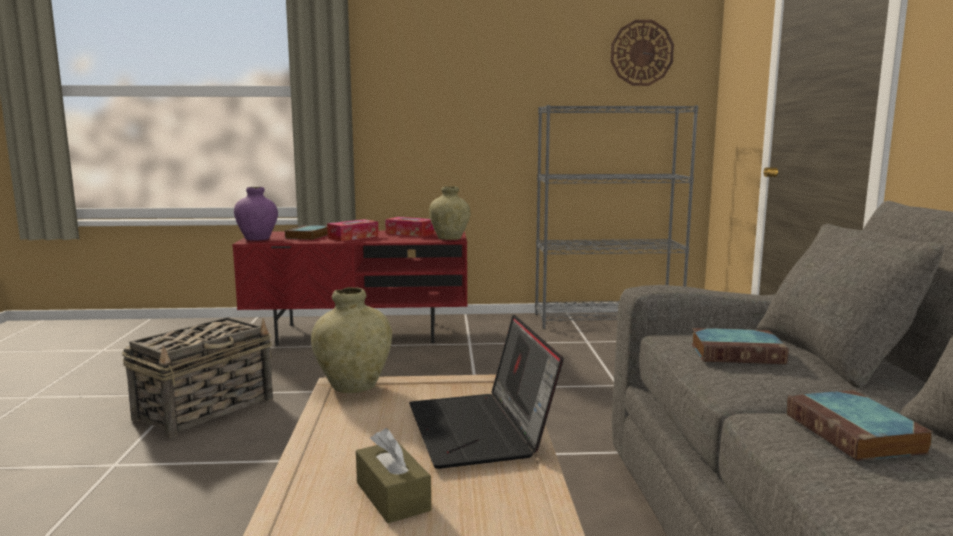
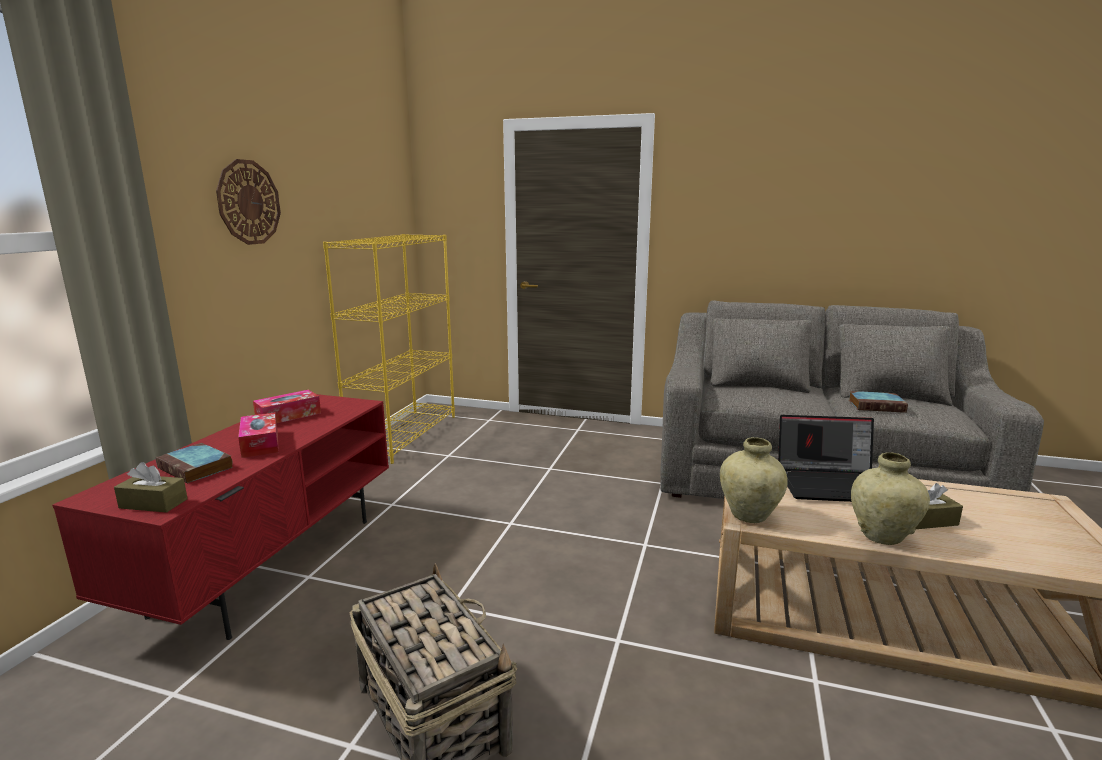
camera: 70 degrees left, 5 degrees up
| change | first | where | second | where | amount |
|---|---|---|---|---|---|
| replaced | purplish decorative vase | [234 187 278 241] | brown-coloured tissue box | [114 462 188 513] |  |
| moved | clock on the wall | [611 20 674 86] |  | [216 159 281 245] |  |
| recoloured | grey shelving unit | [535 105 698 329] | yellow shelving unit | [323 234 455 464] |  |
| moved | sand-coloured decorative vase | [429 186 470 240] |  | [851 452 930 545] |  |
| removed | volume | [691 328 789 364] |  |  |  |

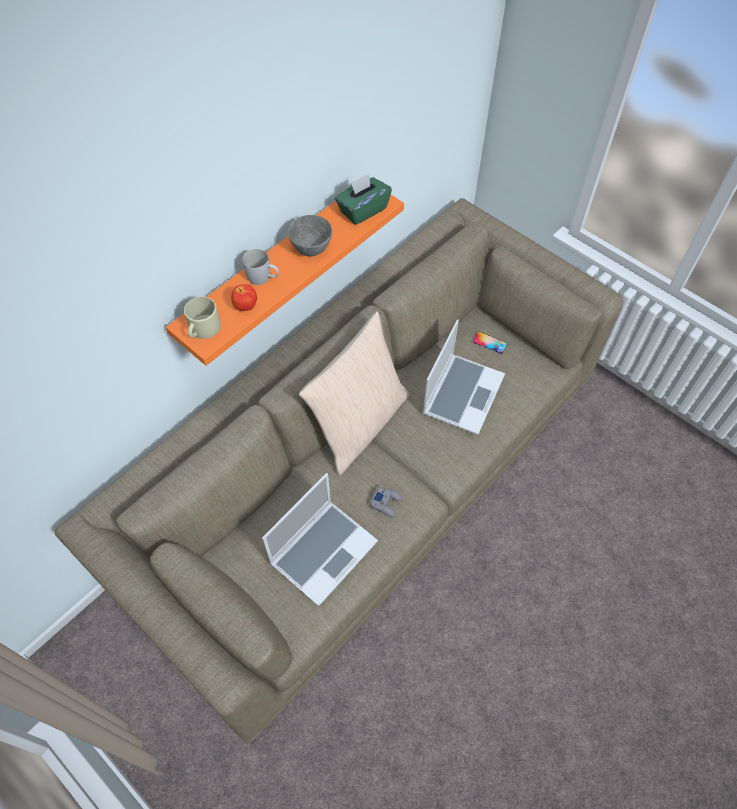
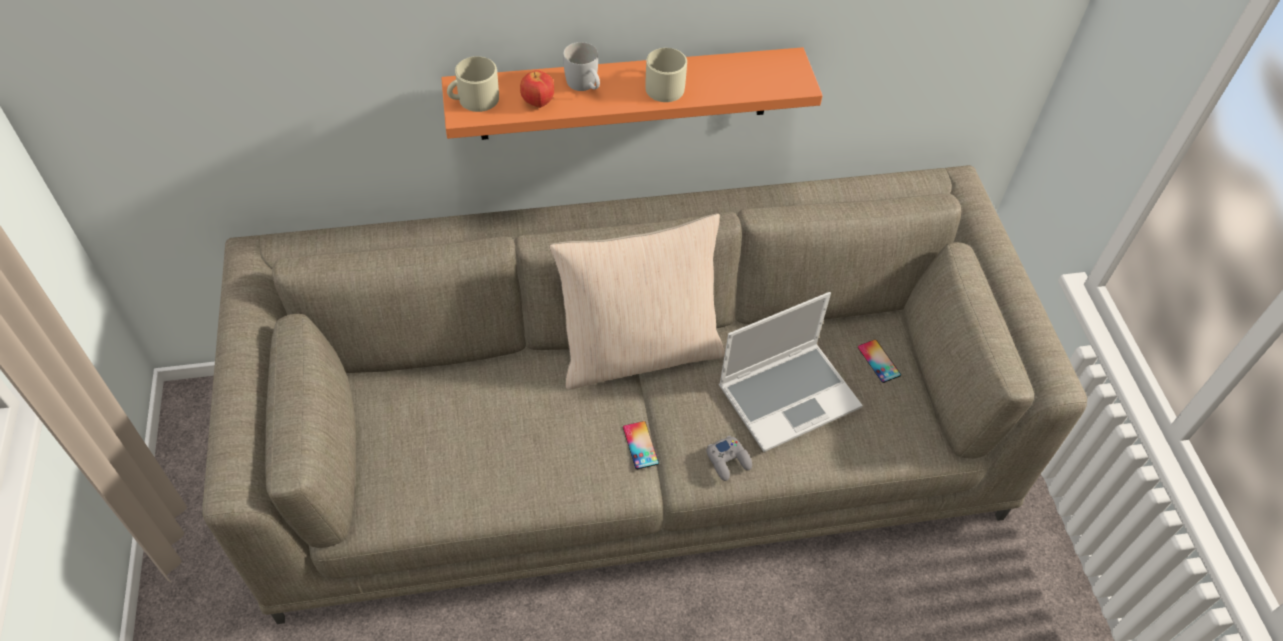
camera: 35 degrees right, 5 degrees down
| change | first | where | second | where | amount |
|---|---|---|---|---|---|
| added |  |  | telephone | [623 421 659 469] |  |
| replaced | grey bowl | [288 215 332 257] | sand-coloured tea mug | [645 48 687 102] |  |
| moved | grey joypad | [369 487 403 517] |  | [707 436 752 481] |  |
| removed | notebook computer | [262 473 378 607] |  |  |  |
| removed | green tissue box | [335 174 392 225] |  |  |  |

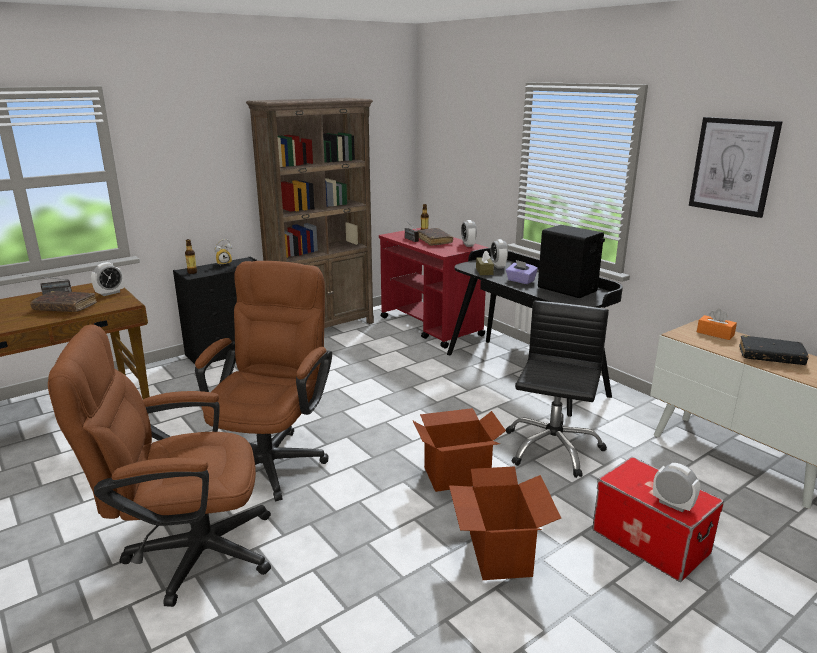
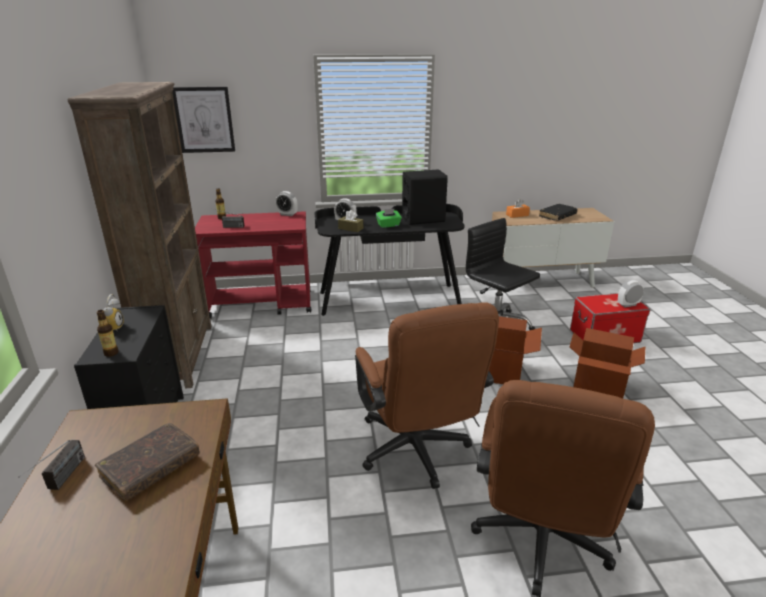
camera: 60 degrees left, 5 degrees up
| change | first | where | second | where | amount |
|---|---|---|---|---|---|
| moved | picture | [689 117 783 218] |  | [172 87 235 153] |  |
| turned | brown-coloured office chair | [195 261 332 501] |  | [355 302 499 489] | 150 degrees counterclockwise |
| recoloured | purplish tissue box | [506 260 538 284] | green tissue box | [376 209 402 228] |  |
| removed | alarm clock | [91 262 124 296] |  |  |  |
| removed | brown-coloured volume | [418 228 453 246] |  |  |  |

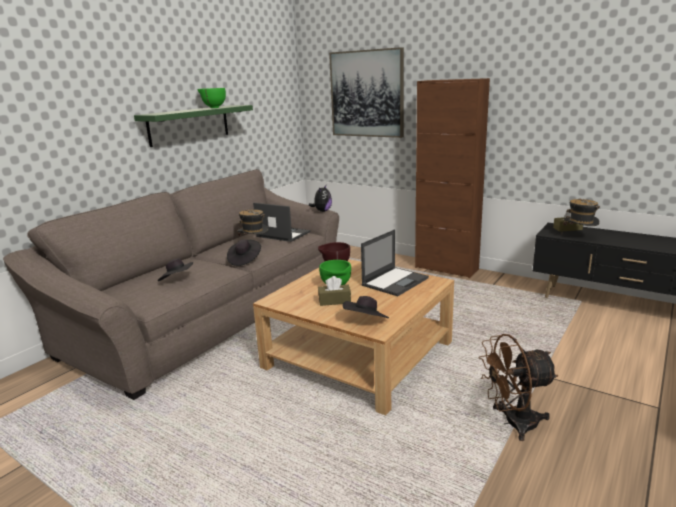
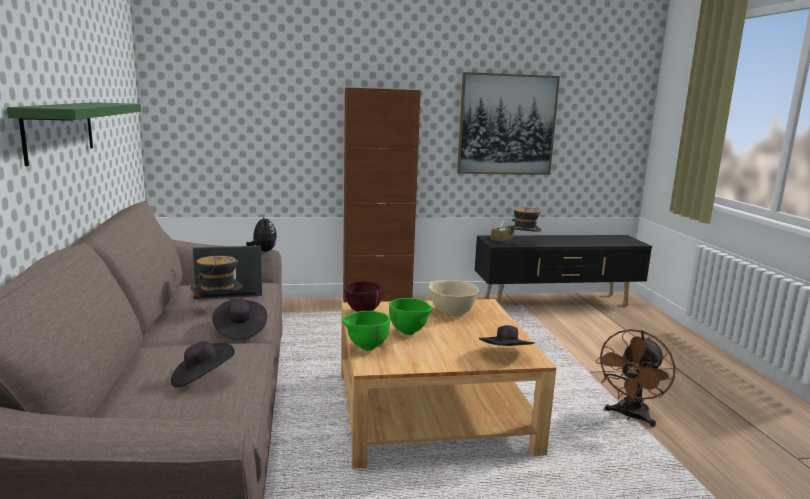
camera: 45 degrees left, 5 degrees down
| change | first | where | second | where | amount |
|---|---|---|---|---|---|
| moved | green bowl | [197 88 226 108] |  | [342 311 390 351] |  |
| replaced | notebook computer | [361 230 429 296] | sand-coloured bowl | [429 280 479 316] |  |
| moved | picture | [329 47 404 138] |  | [457 72 560 175] |  |
| removed | brown-coloured tissue box | [318 276 351 306] |  |  |  |

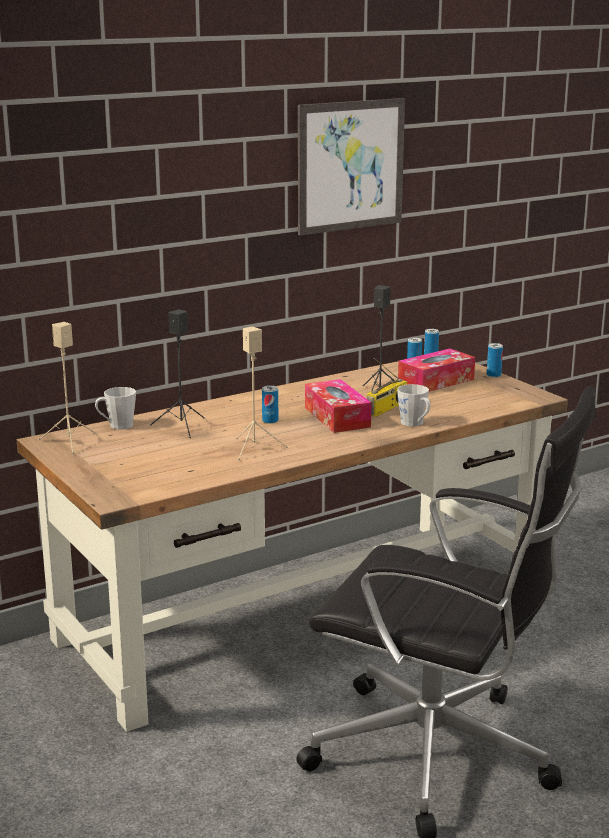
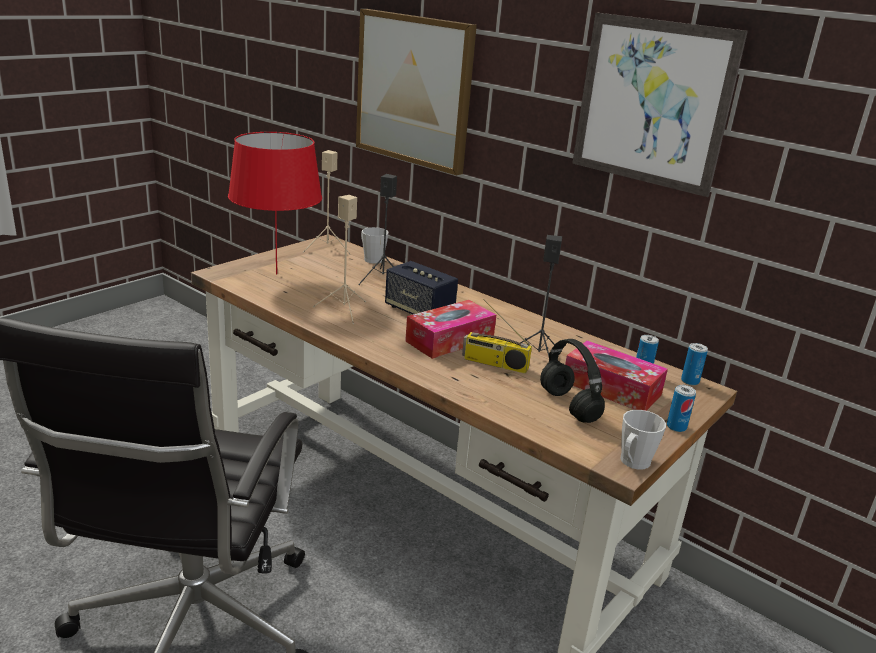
camera: 70 degrees right, 5 degrees up
| change | first | where | second | where | amount |
|---|---|---|---|---|---|
| added |  |  | red lamp for a table | [228 132 322 275] |  |
| added |  |  | picture | [356 9 477 176] |  |
| replaced | metal can | [262 385 278 424] | audio speaker | [385 261 458 315] |  |
| added |  |  | black headset | [540 339 605 423] |  |
| moved | grey tea mug | [397 384 430 427] |  | [620 410 666 469] |  |

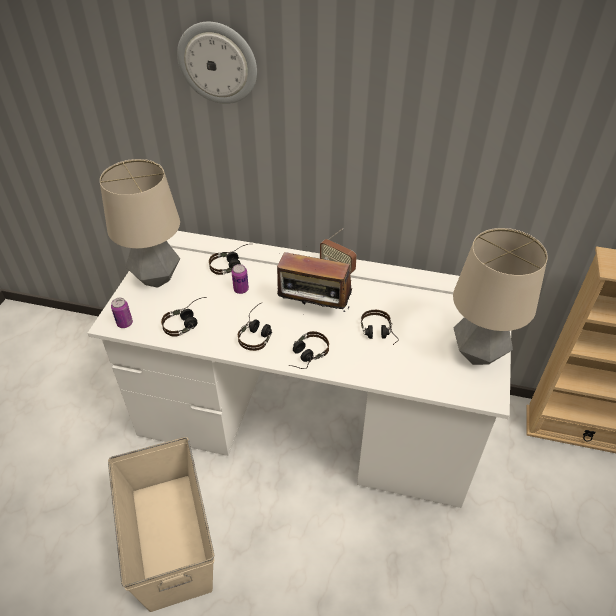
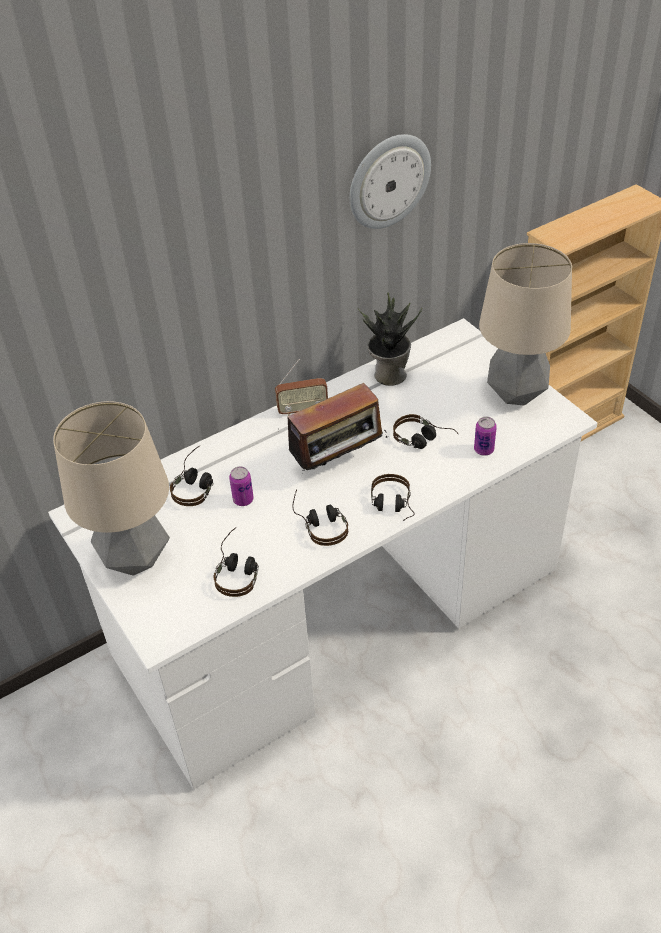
camera: 45 degrees left, 0 degrees up
| change | first | where | second | where | amount |
|---|---|---|---|---|---|
| moved | clock on the wall | [177 22 257 104] |  | [350 134 431 229] |  |
| added |  |  | plant in a pot | [357 292 422 386] |  |
| moved | metal can | [111 298 133 328] |  | [474 417 497 456] |  |
| removed | sand-coloured storage box | [108 437 214 612] |  |  |  |

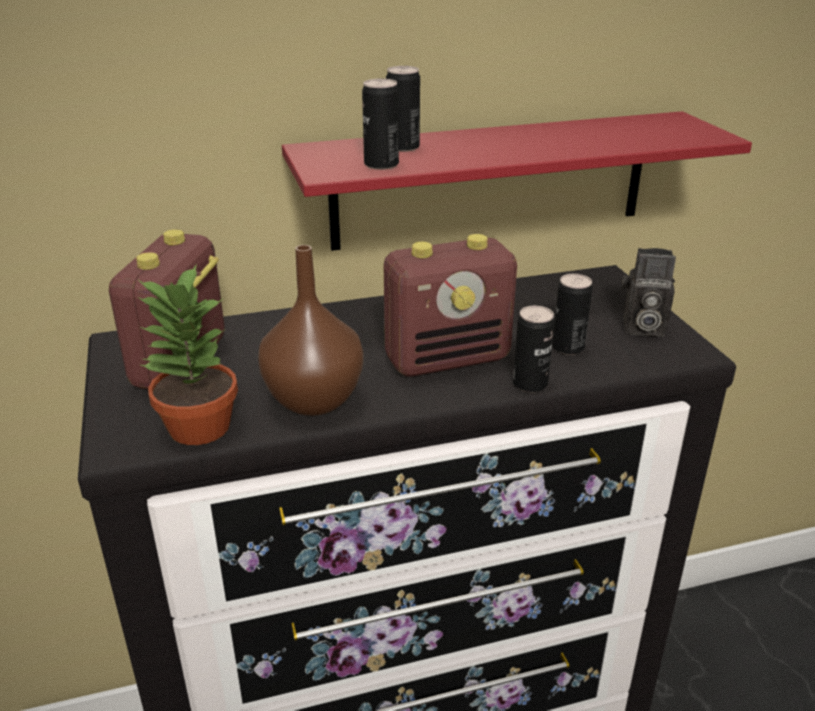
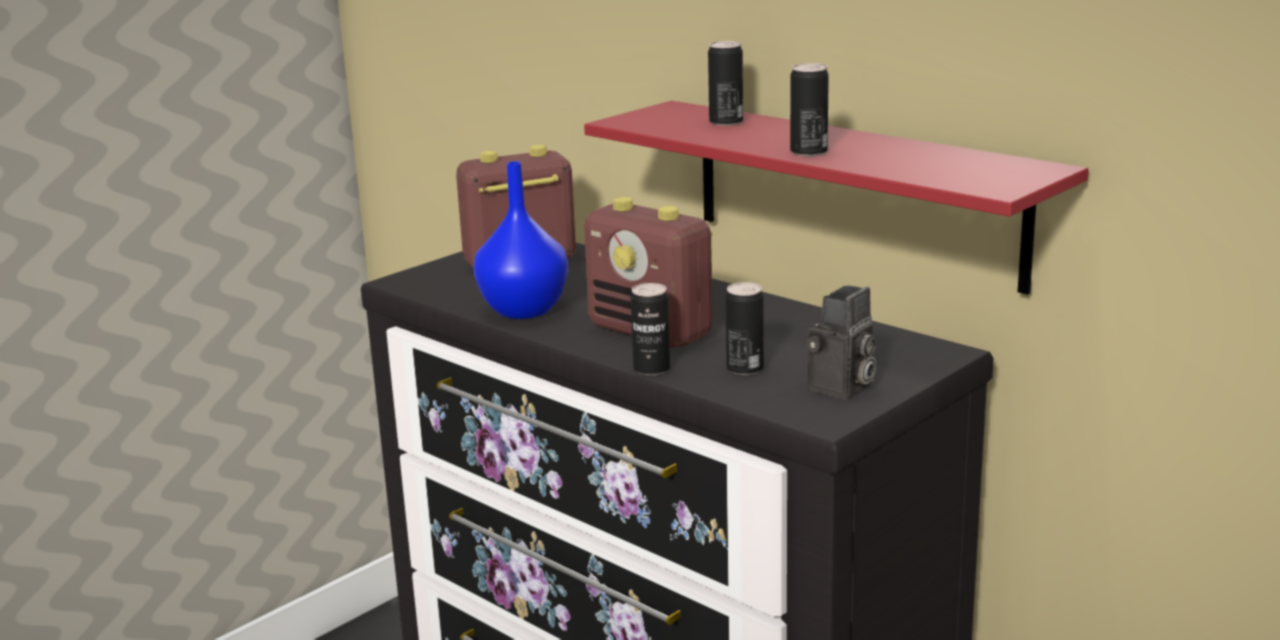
camera: 60 degrees right, 10 degrees down
| change | first | where | second | where | amount |
|---|---|---|---|---|---|
| recoloured | brown-coloured decorative vase | [258 245 364 416] | blue-coloured decorative vase | [473 161 568 319] |  |
| moved | metal can | [362 79 399 170] |  | [790 63 829 156] |  |
| turned | still camera | [622 248 676 337] |  | [807 286 876 400] | 120 degrees counterclockwise |
| removed | plant in a pot | [138 264 238 445] |  |  |  |

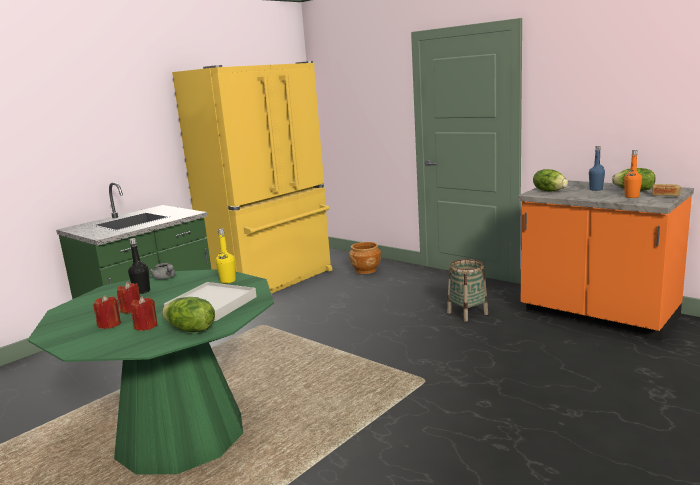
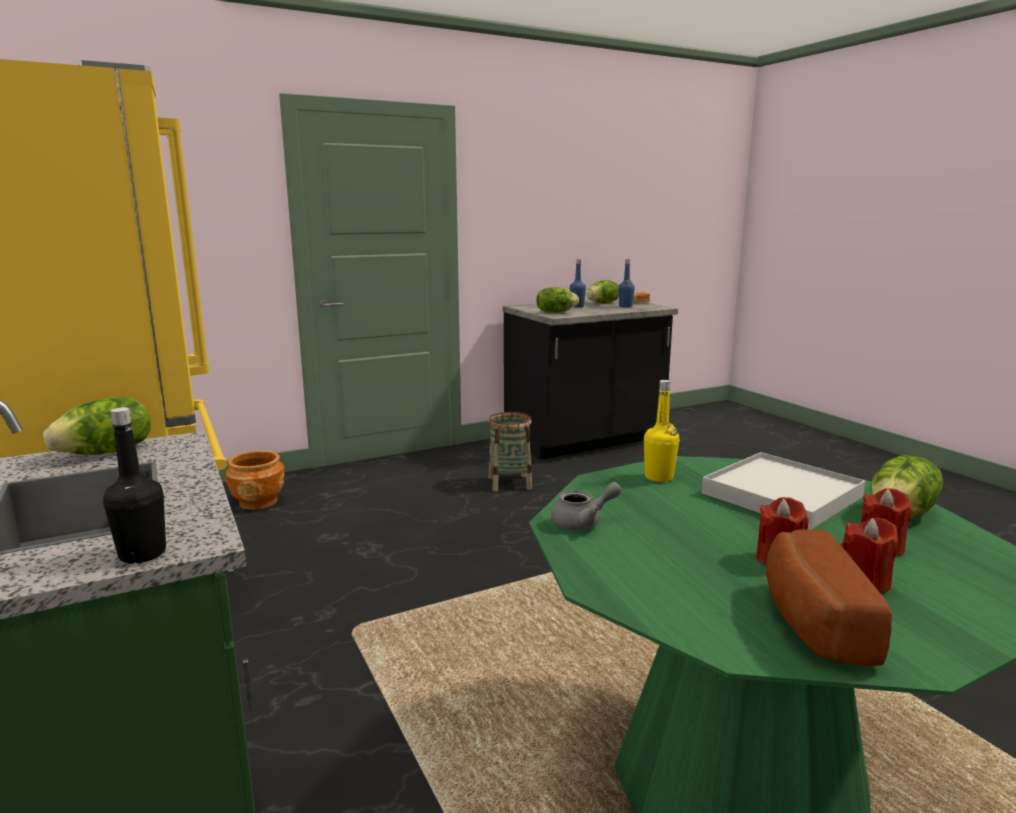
camera: 70 degrees left, 0 degrees up
| change | first | where | second | where | amount |
|---|---|---|---|---|---|
| added |  |  | head of lettuce | [43 397 151 455] |  |
| moved | black bottle | [128 238 150 294] |  | [103 407 166 563] |  |
| recoloured | orange-coloured counter | [518 180 694 341] | black counter | [503 298 678 460] |  |
| recoloured | orange-coloured bottle | [624 150 642 198] | blue-coloured bottle | [618 260 635 307] |  |
| added |  |  | bread | [766 529 892 666] |  |

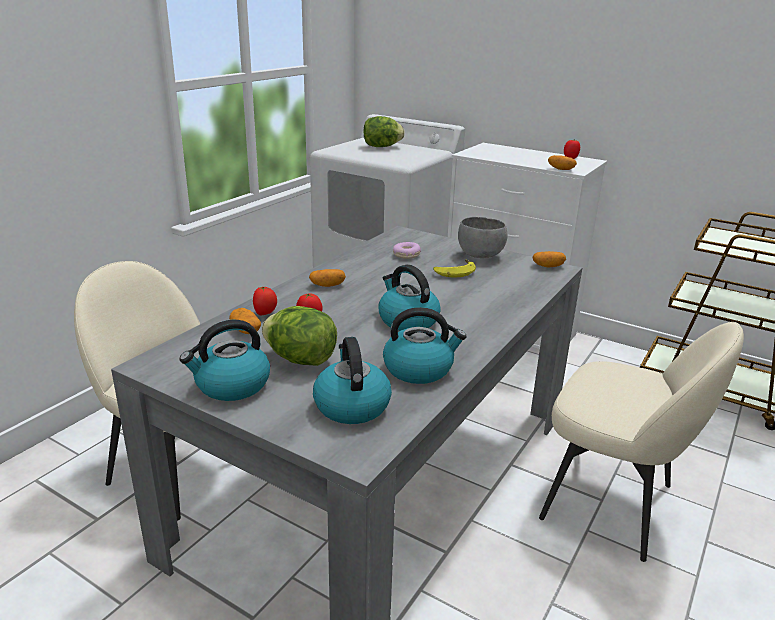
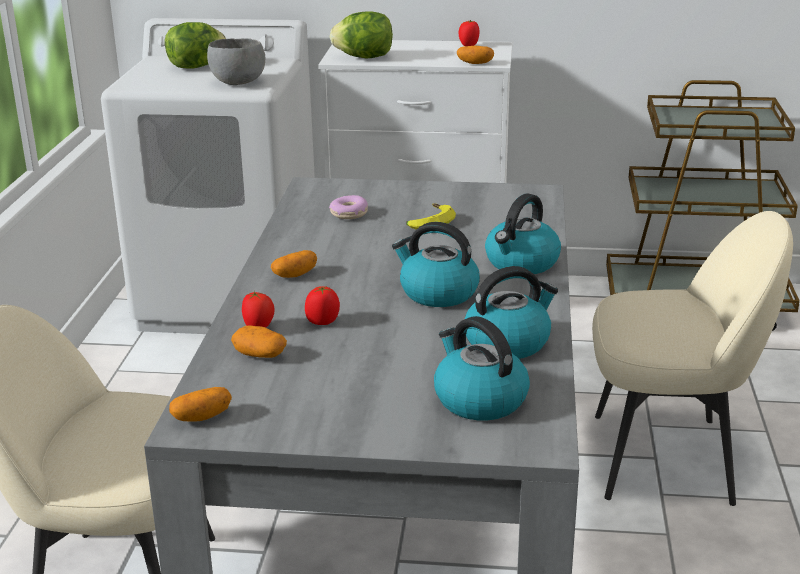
camera: 25 degrees left, 0 degrees up
| change | first | where | second | where | amount |
|---|---|---|---|---|---|
| moved | whole potato | [533 251 566 267] |  | [169 387 232 422] |  |
| moved | grey bowl | [458 217 507 258] |  | [207 38 265 85] |  |
| moved | head of lettuce | [262 306 337 366] |  | [330 11 393 58] |  |
| moved | tea kettle | [180 320 270 401] |  | [485 193 561 274] |  |

